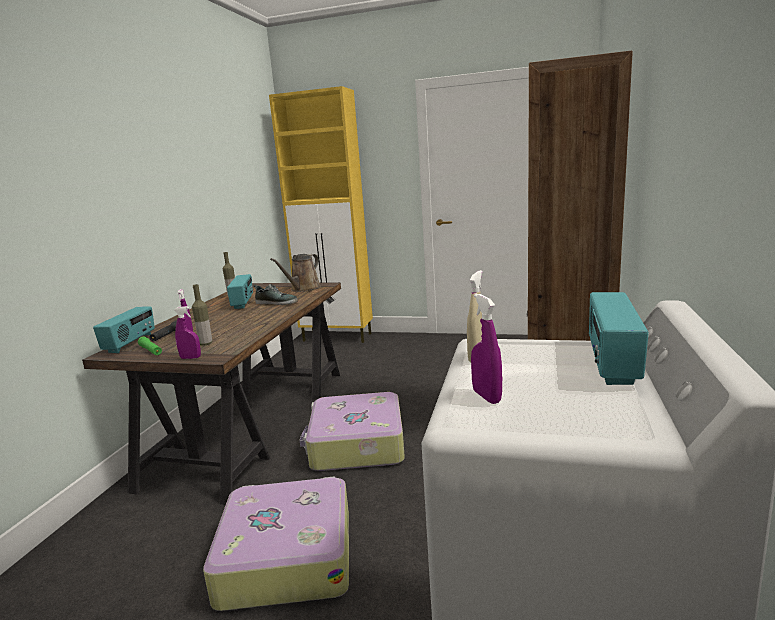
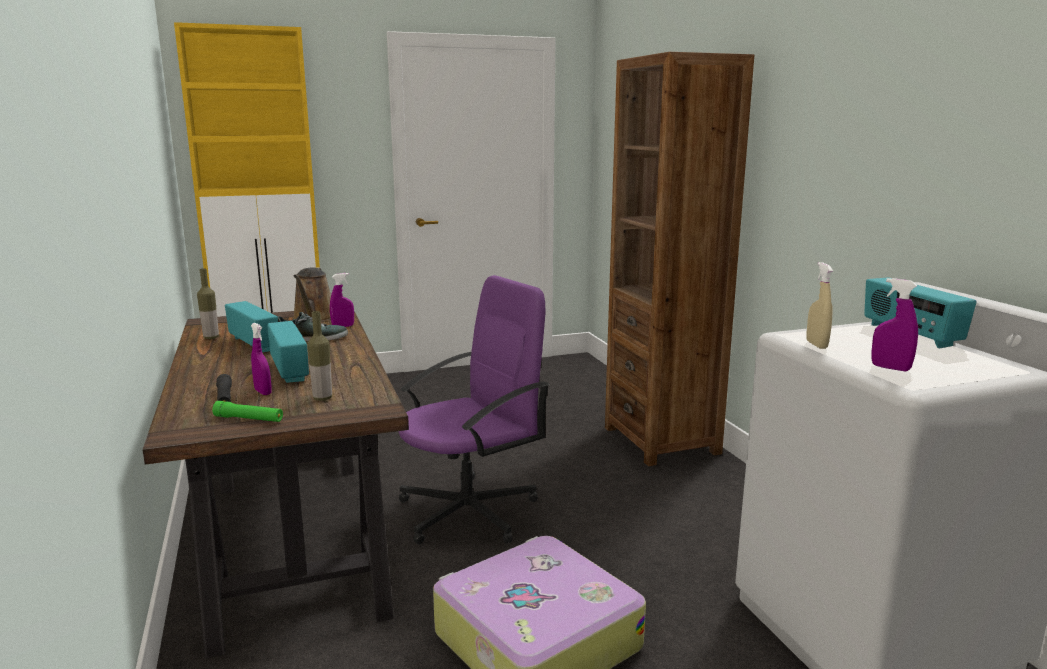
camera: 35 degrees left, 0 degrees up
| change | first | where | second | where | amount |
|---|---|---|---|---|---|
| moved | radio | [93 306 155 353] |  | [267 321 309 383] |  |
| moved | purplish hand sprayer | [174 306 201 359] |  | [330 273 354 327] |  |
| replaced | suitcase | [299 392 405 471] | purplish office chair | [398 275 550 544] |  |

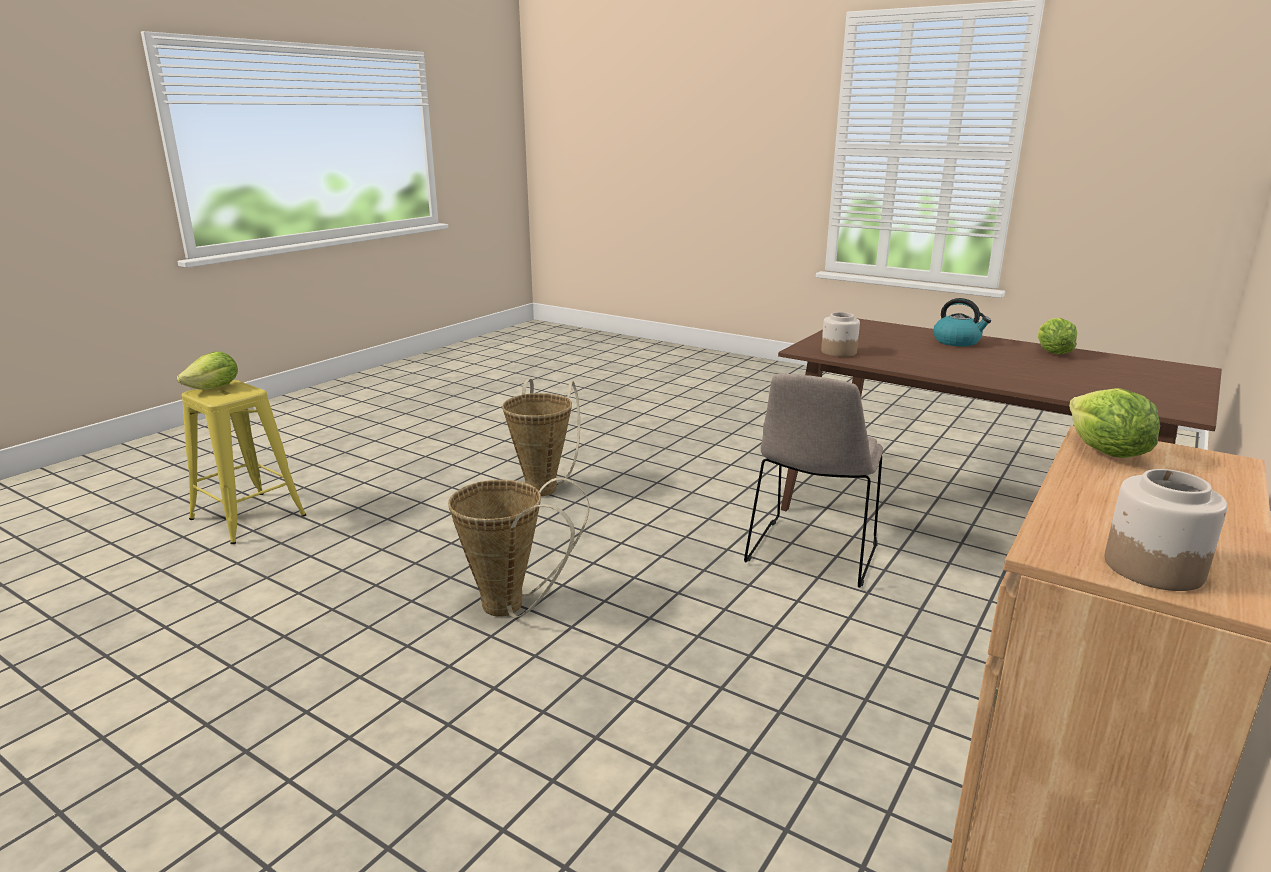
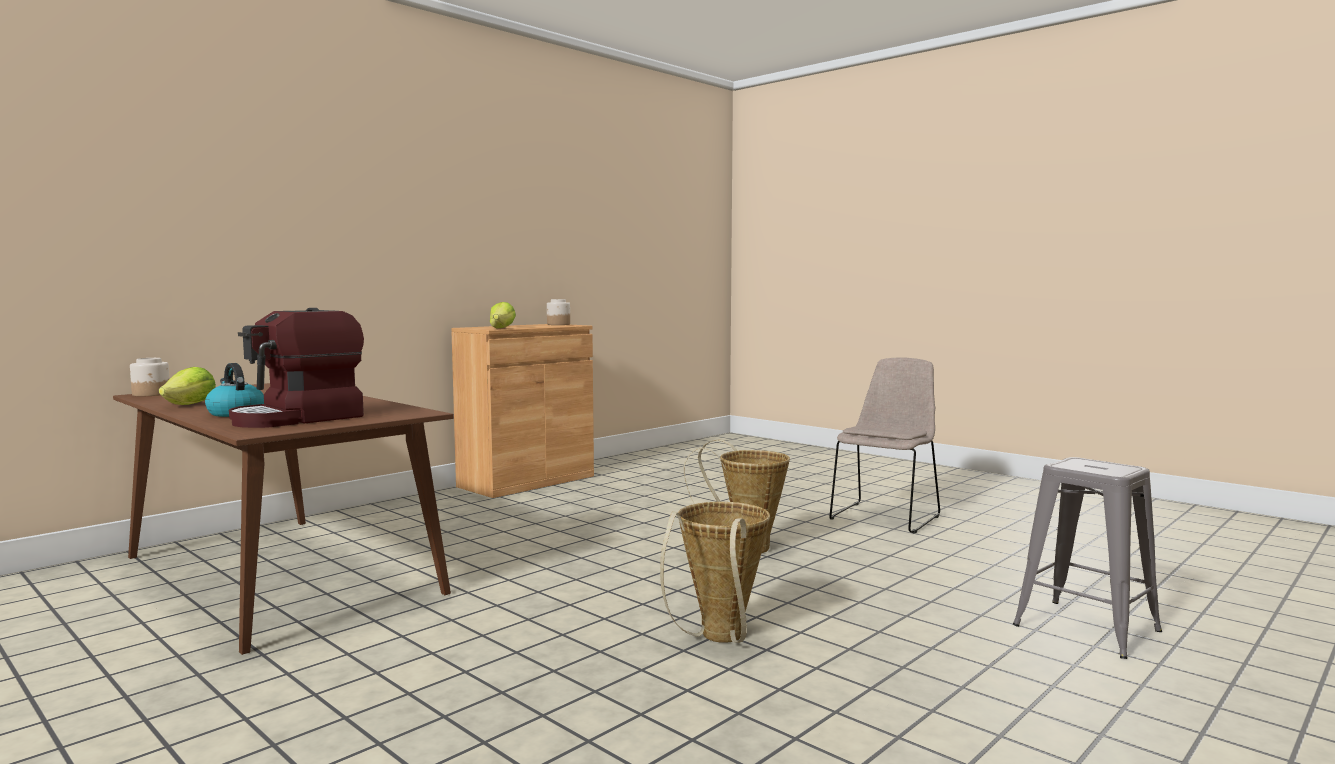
camera: 170 degrees left, 15 degrees down
| change | first | where | second | where | amount |
|---|---|---|---|---|---|
| moved | jar | [821 312 860 357] |  | [130 358 170 396] |  |
| added |  |  | coffee maker | [229 308 364 428] |  |
| moved | sand-coloured chair | [744 374 883 588] |  | [829 358 940 534] |  |
| recoloured | yellow stool seat | [182 380 306 544] | grey stool seat | [1013 457 1162 659] |  |
| removed | head of lettuce | [177 352 238 389] |  |  |  |

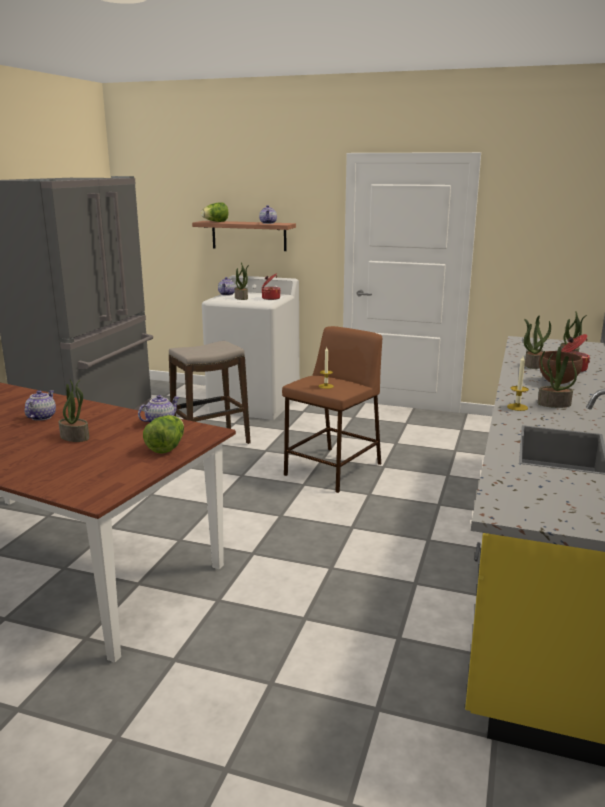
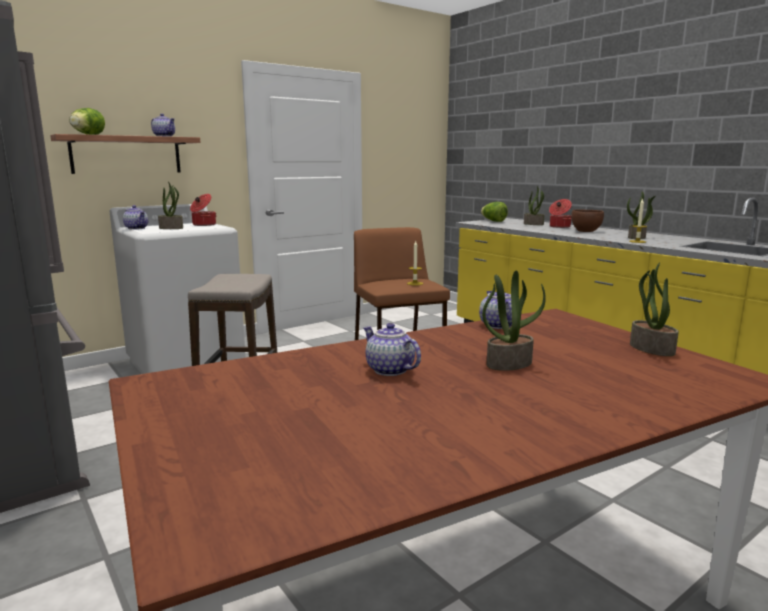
camera: 55 degrees left, 5 degrees down
| change | first | where | second | where | amount |
|---|---|---|---|---|---|
| moved | head of lettuce | [143 415 184 454] |  | [481 202 508 222] |  |
| moved | plant in a pot | [524 316 551 369] |  | [630 262 679 356] |  |

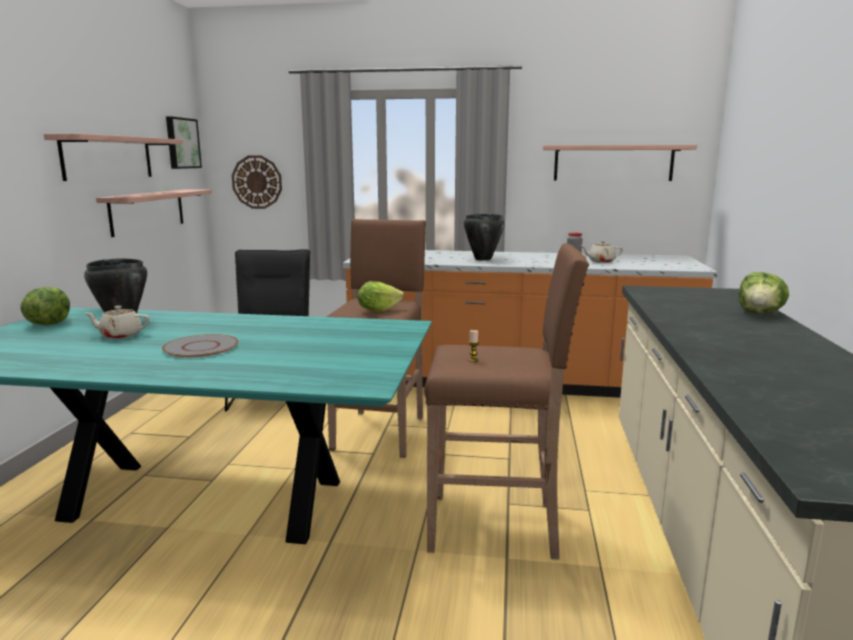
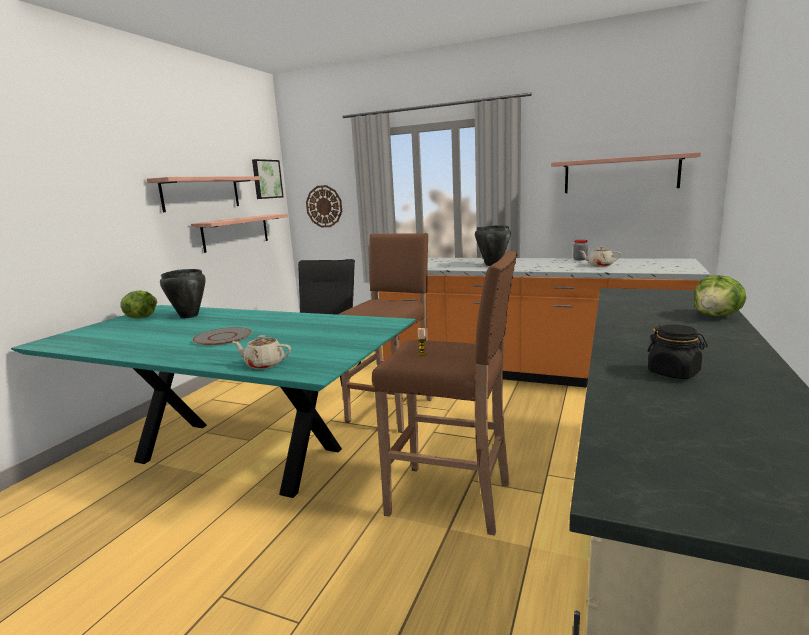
camera: 15 degrees right, 0 degrees up
| change | first | where | second | where | amount |
|---|---|---|---|---|---|
| moved | sand-coloured tea pot | [85 306 150 339] |  | [232 335 291 369] |  |
| added |  |  | black jar | [648 325 708 379] |  |
| removed | head of lettuce | [358 281 404 312] |  |  |  |

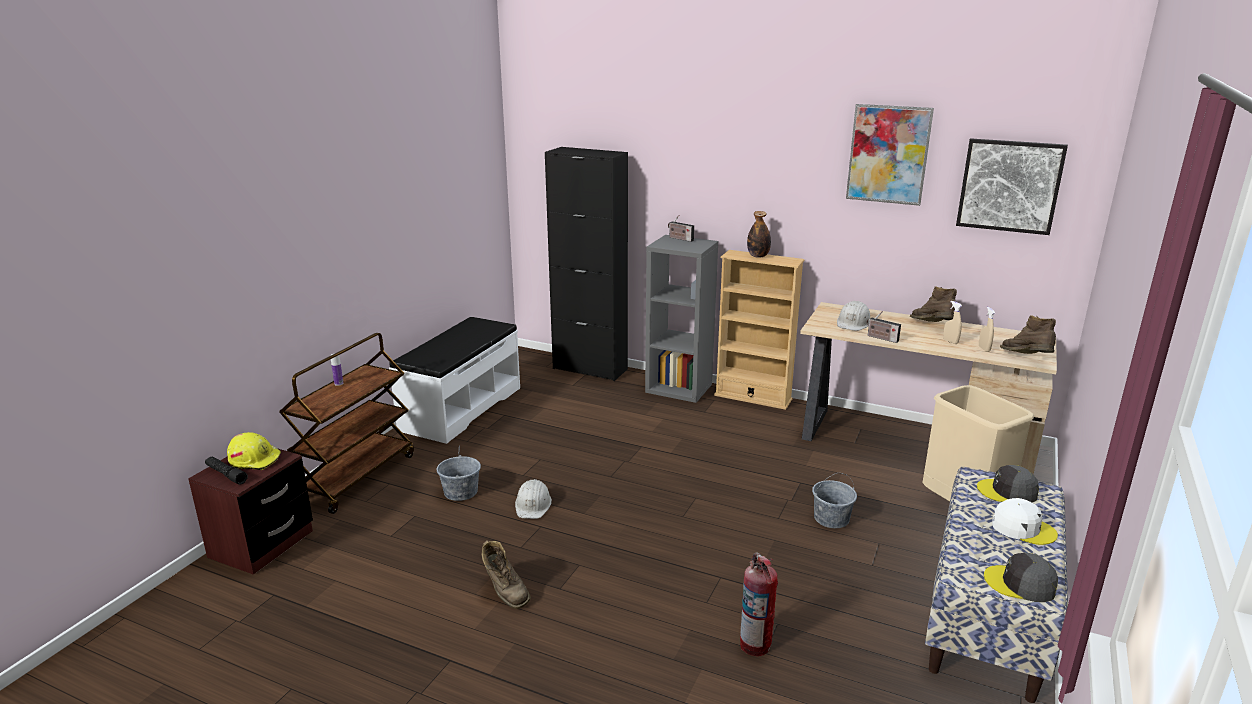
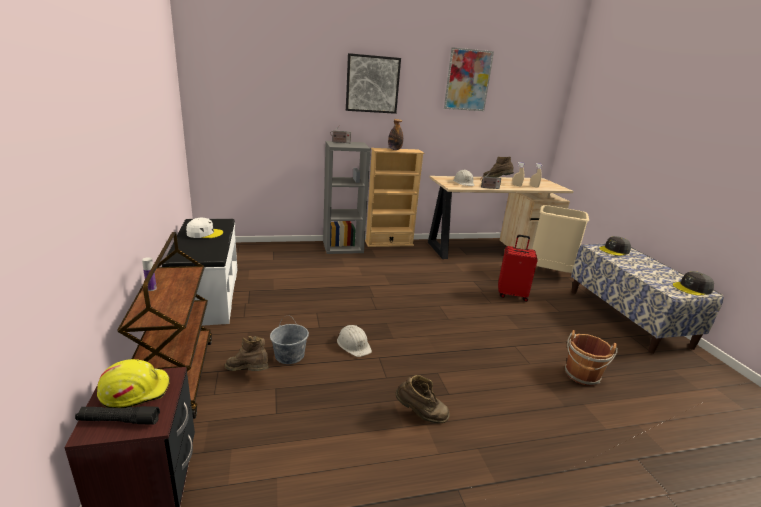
camera: 40 degrees left, 0 degrees up
| change | first | where | second | where | amount |
|---|---|---|---|---|---|
| moved | white-coloured peaked cap | [992 498 1058 545] |  | [186 218 223 238] |  |
| moved | brown-coloured tall boot | [1000 315 1056 354] |  | [225 336 269 371] |  |
| moved | picture | [956 138 1068 235] |  | [346 53 401 114] |  |
| replaced | grey water bucket | [812 473 857 528] | red suitcase | [498 235 538 302] |  |
| replaced | fire-fighting cylinder | [740 552 778 656] | brown-coloured water bucket | [565 330 618 386] |  |
| removed | black cabinet | [545 147 628 381] |  |  |  |

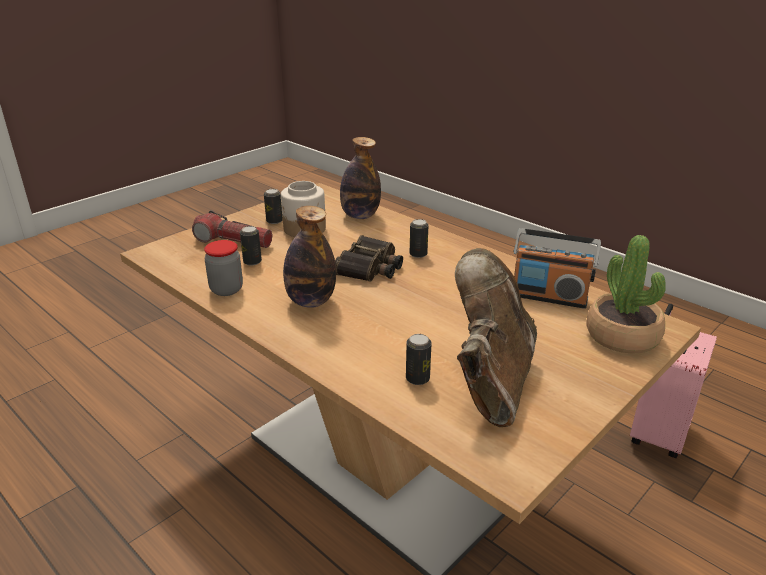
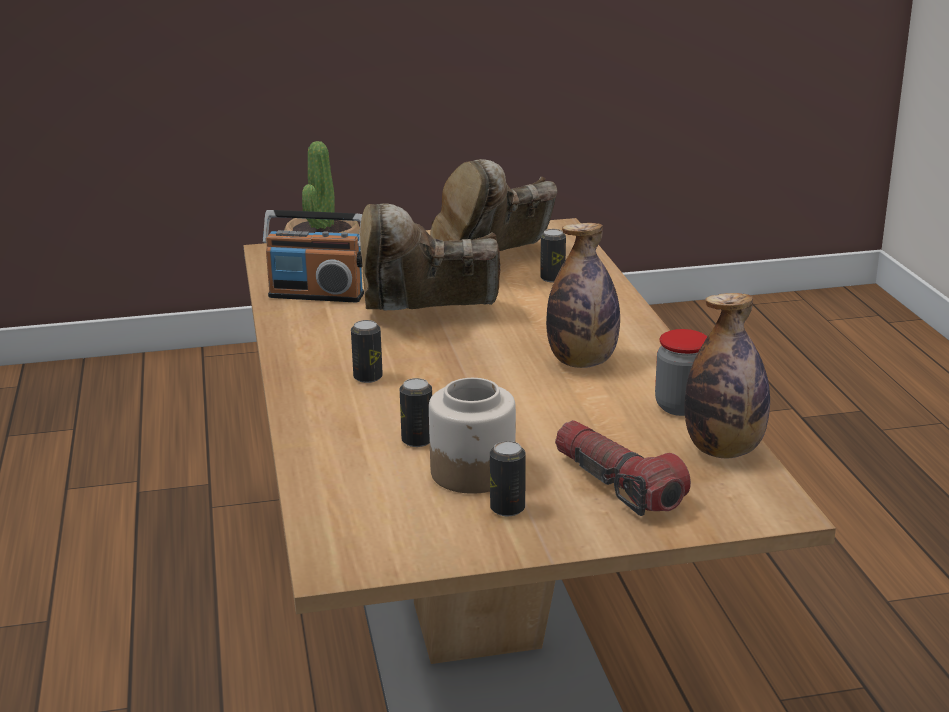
camera: 145 degrees left, 5 degrees down
| change | first | where | second | where | amount |
|---|---|---|---|---|---|
| turned | radio | [513 228 601 309] |  | [263 210 364 302] | 135 degrees clockwise |
| added |  |  | brown-coloured tall boot | [360 204 501 310] |  |
| moved | metal can | [240 226 262 266] |  | [400 378 432 447] |  |
| moved | bottle | [340 137 381 219] |  | [684 293 770 458] |  |
| removed | field glasses | [335 235 403 282] |  |  |  |
| removed | pinkish suitcase | [630 304 717 458] |  |  |  |

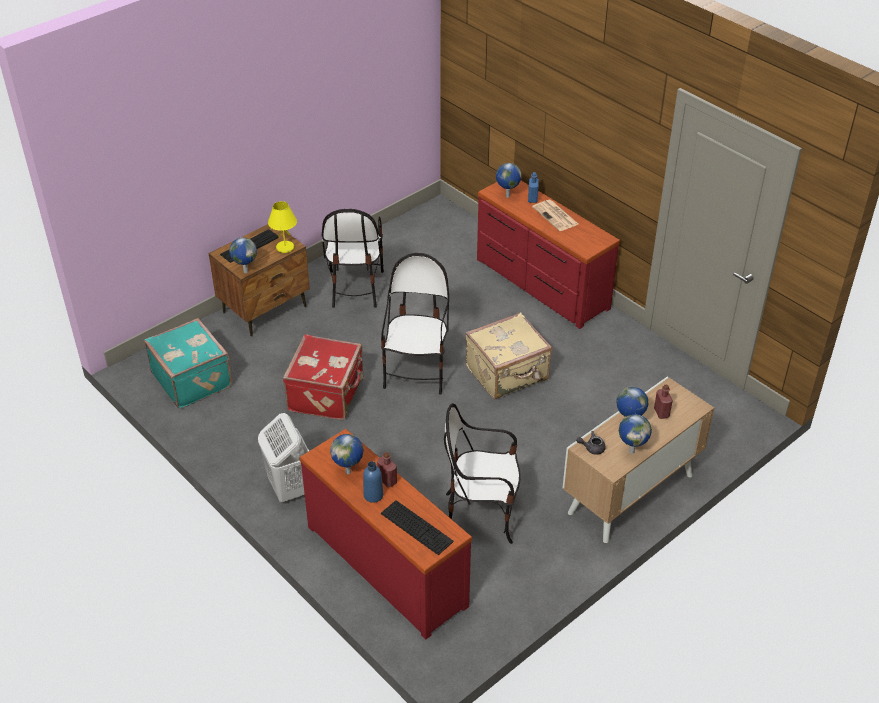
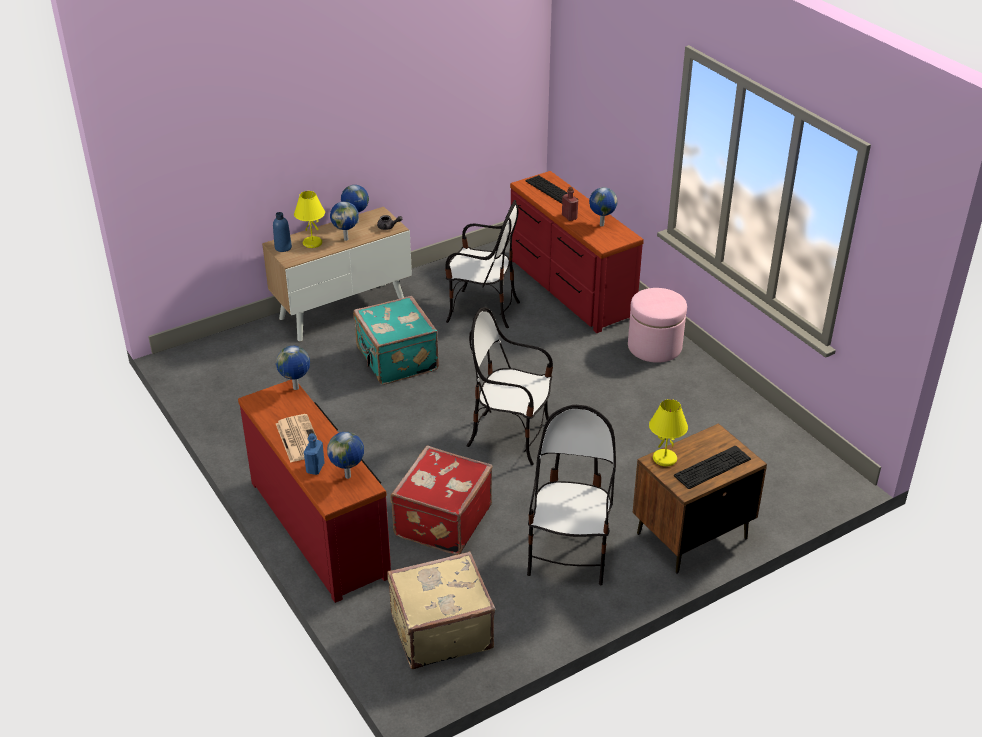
camera: 170 degrees left, 5 degrees down
| change | first | where | second | where | amount |
|---|---|---|---|---|---|
| moved | blue-coloured bottle | [363 461 383 503] |  | [273 212 292 252] |  |
| moved | globe | [229 237 257 273] |  | [276 346 310 390] |  |
| replaced | red bottle | [654 384 673 419] | yellow lamp for a table | [294 191 325 248] |  |
| moved | turquoise suitcase | [144 318 232 409] |  | [353 296 439 385] |  |
| moved | sand-coloured suitcase | [466 312 552 399] |  | [387 551 495 669] |  |
| moved | red suitcase | [283 334 365 420] |  | [390 445 493 555] |  |
| turned | chair | [381 253 449 395] |  | [466 307 553 465] | 90 degrees clockwise |
| replaced | white-coloured hamper | [258 413 309 502] | pinkish ottoman | [628 288 687 363] |  |

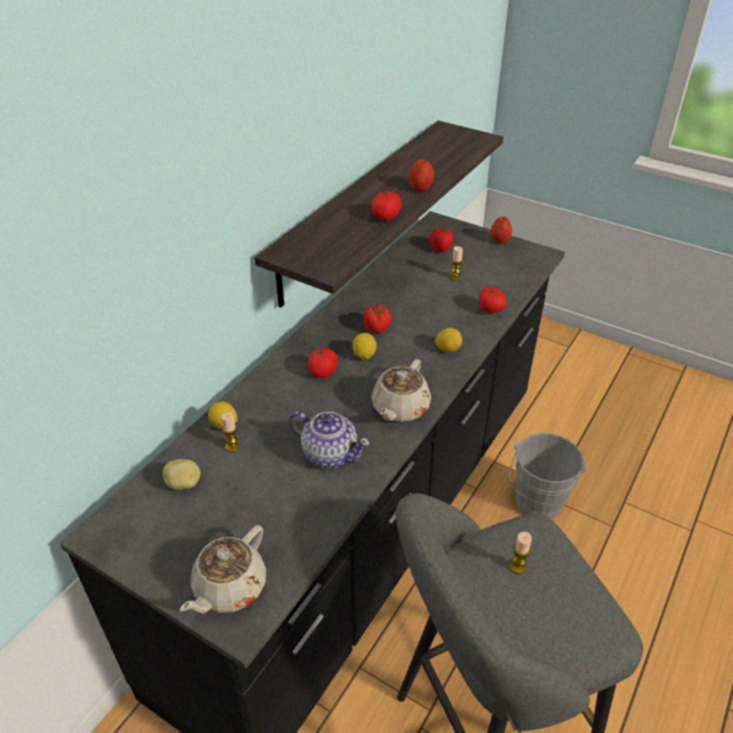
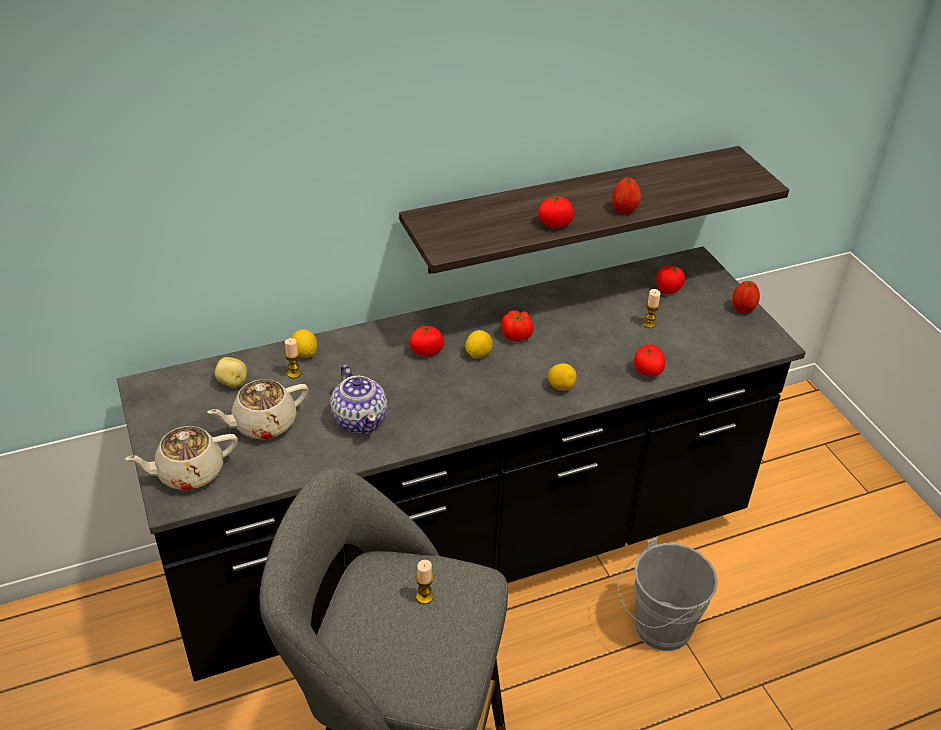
camera: 35 degrees right, 0 degrees up
| change | first | where | second | where | amount |
|---|---|---|---|---|---|
| moved | sand-coloured tea pot | [372 359 431 422] |  | [207 379 309 439] |  |

